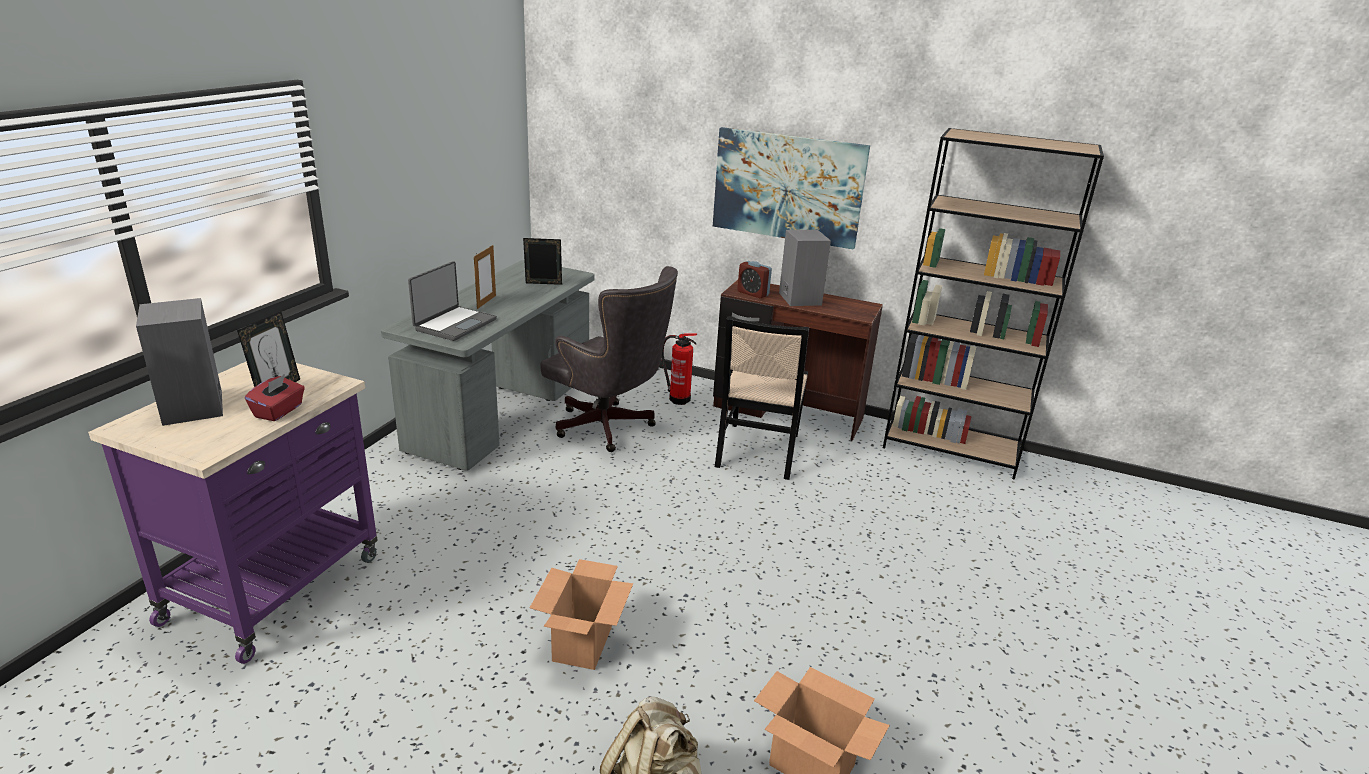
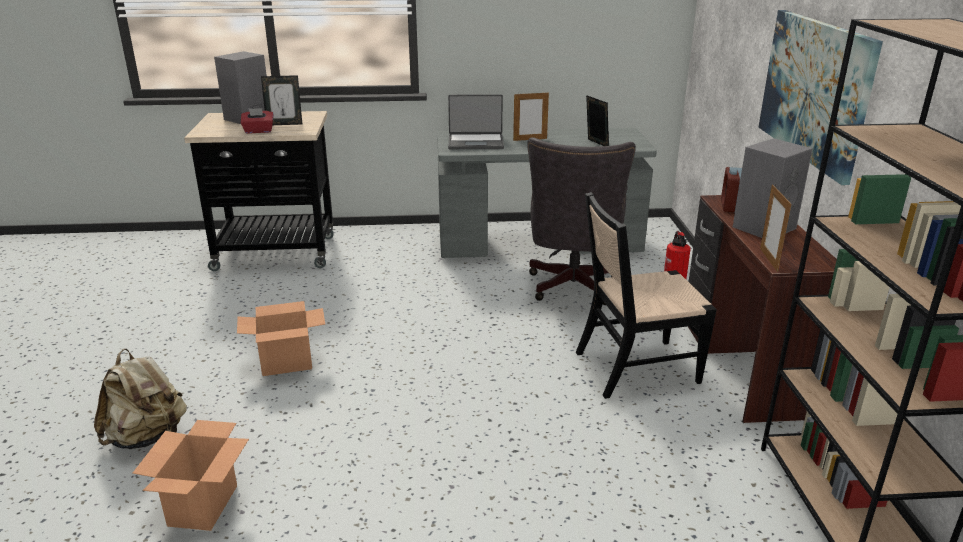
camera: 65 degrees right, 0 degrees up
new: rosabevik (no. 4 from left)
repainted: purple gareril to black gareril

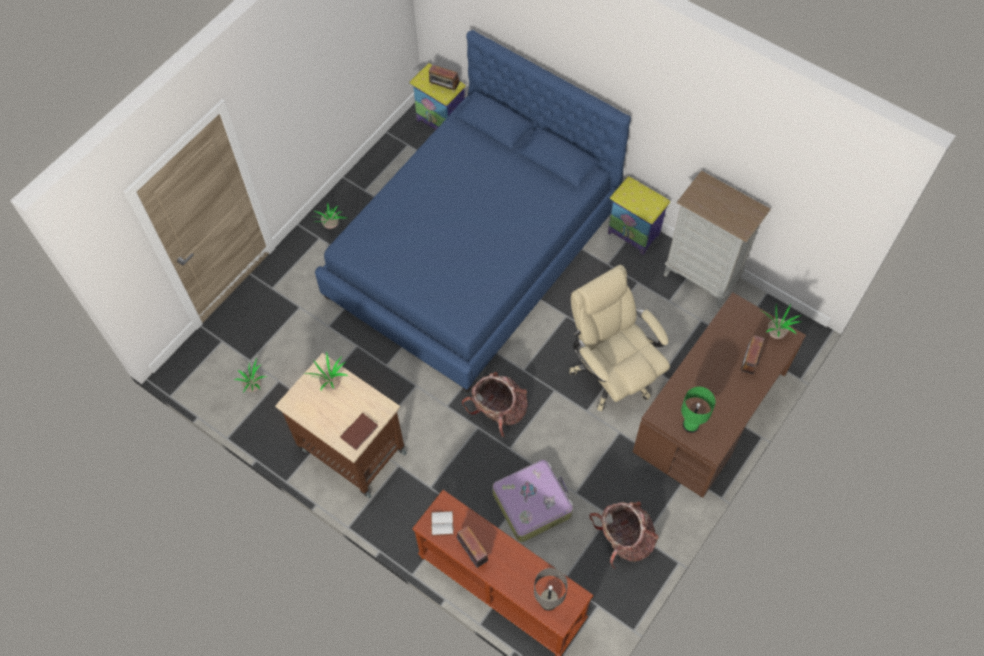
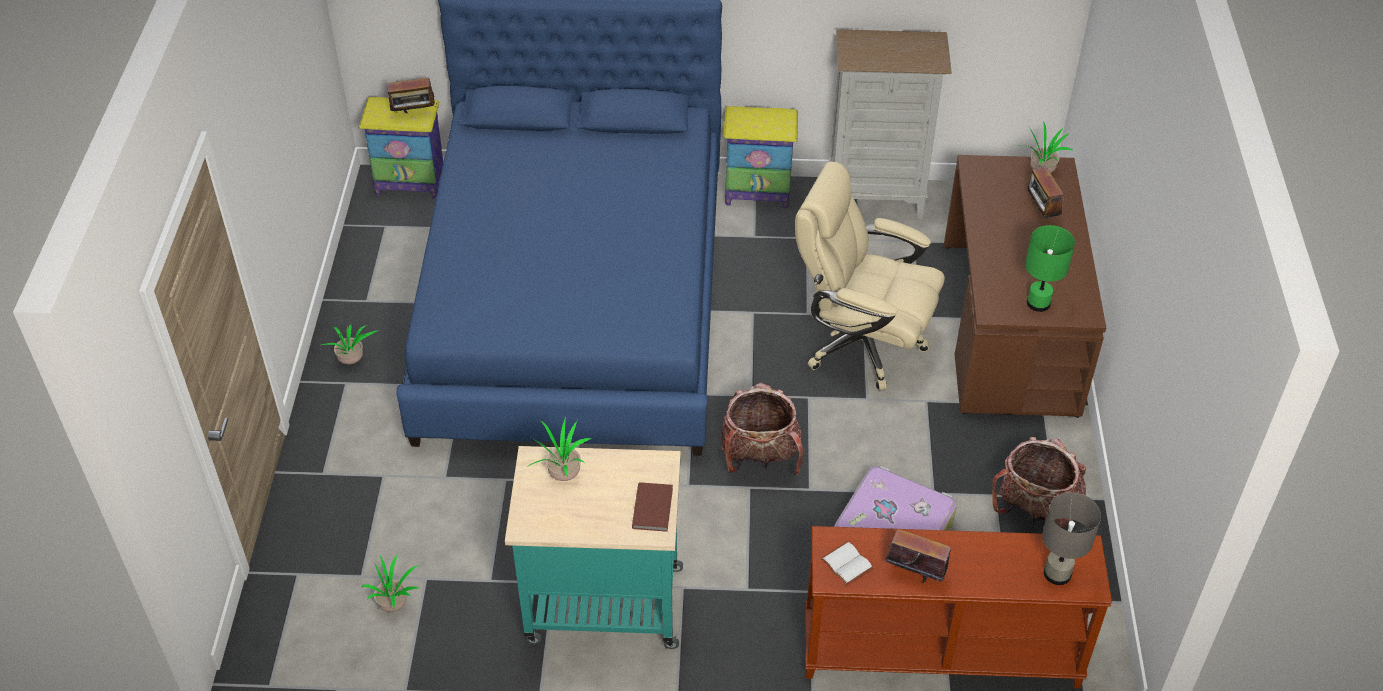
camera: 35 degrees left, 15 degrees down
repainted: brown gareril to turquoise gareril

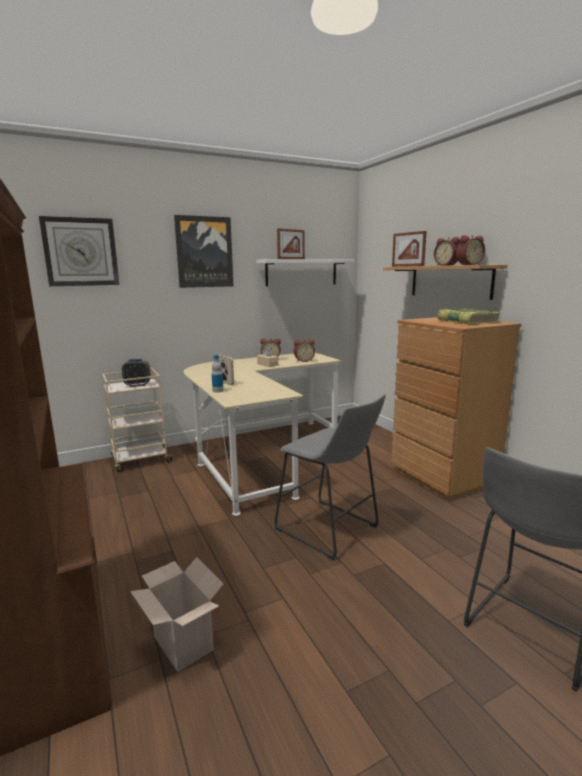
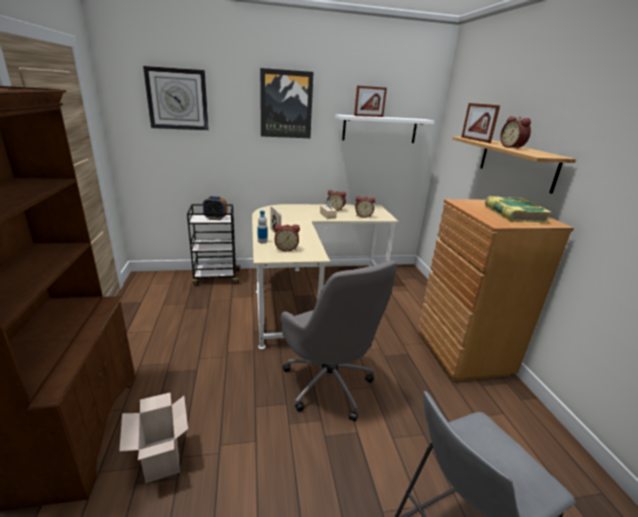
camera: 15 degrees right, 10 degrees up
shifted: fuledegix (no. 5 from left in the first image) to fuledegix (no. 2 from left)
swapped: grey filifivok (no. 1 from left) to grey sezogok
repainted: beige gareril to black gareril

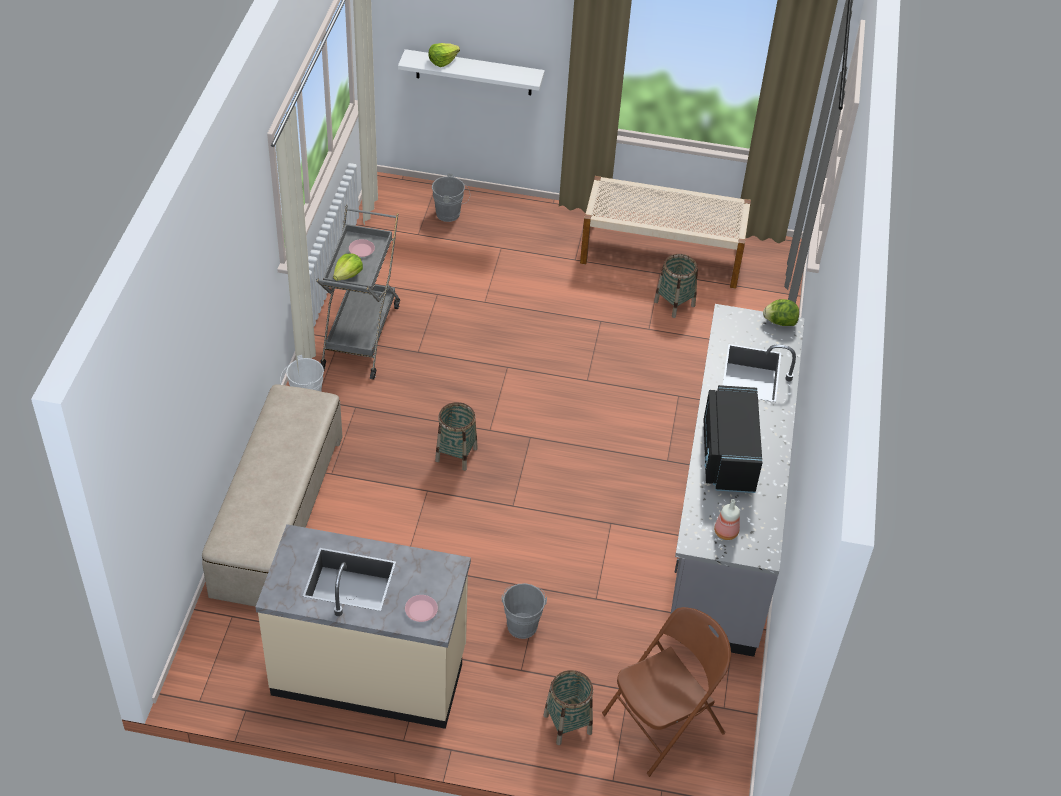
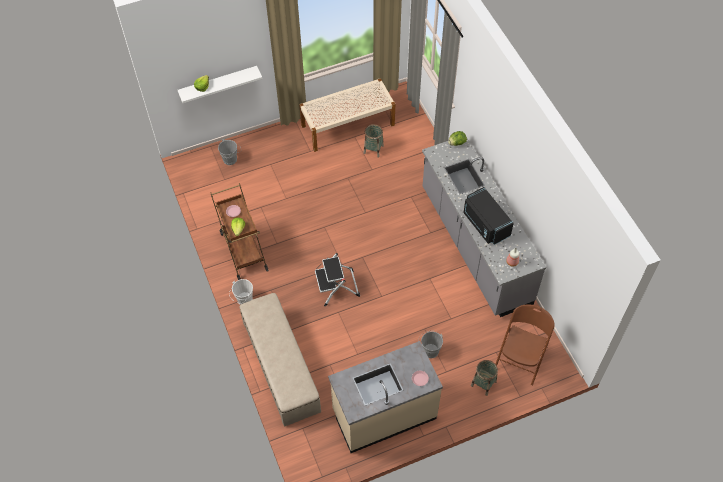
camera: 30 degrees left, 10 degrees up
swapped: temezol (no. 1 from left) to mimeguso
repainted: grey gareril to brown gareril

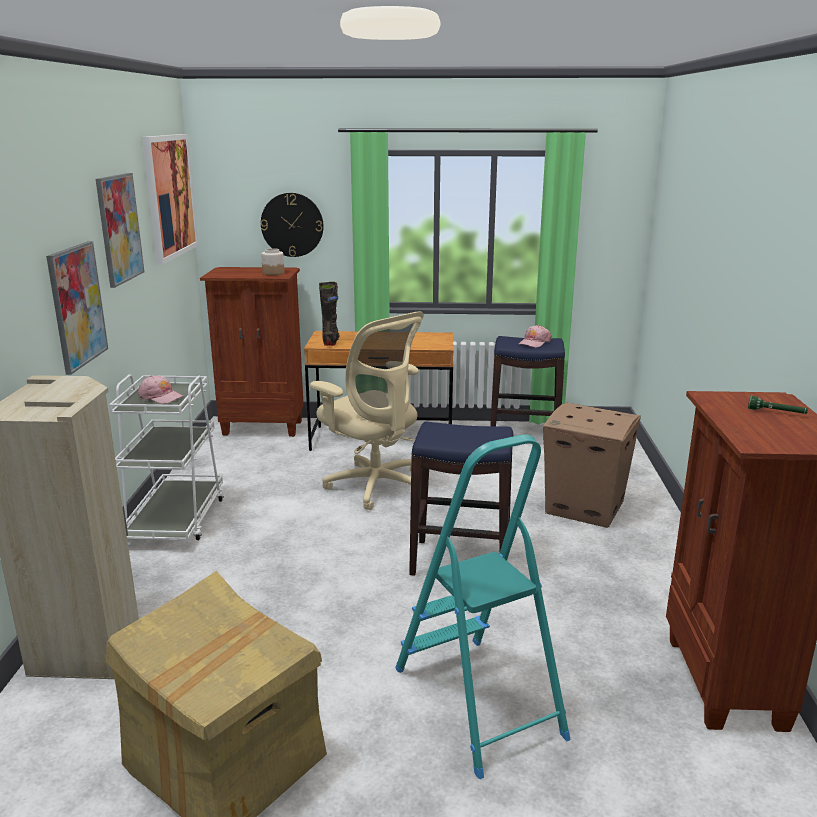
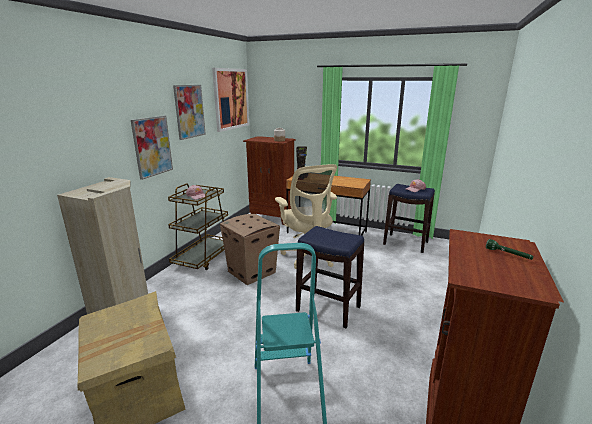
camera: 20 degrees right, 0 degrees up
gone: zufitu
shifted: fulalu (no. 2 from left)
repainted: white gareril to brown gareril

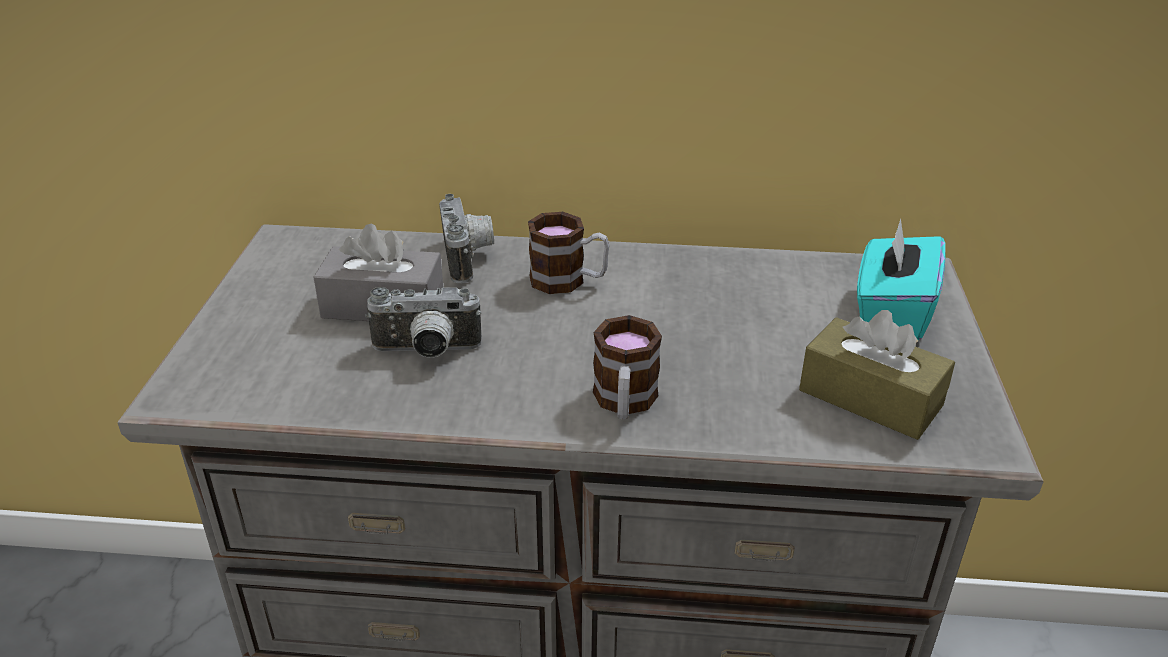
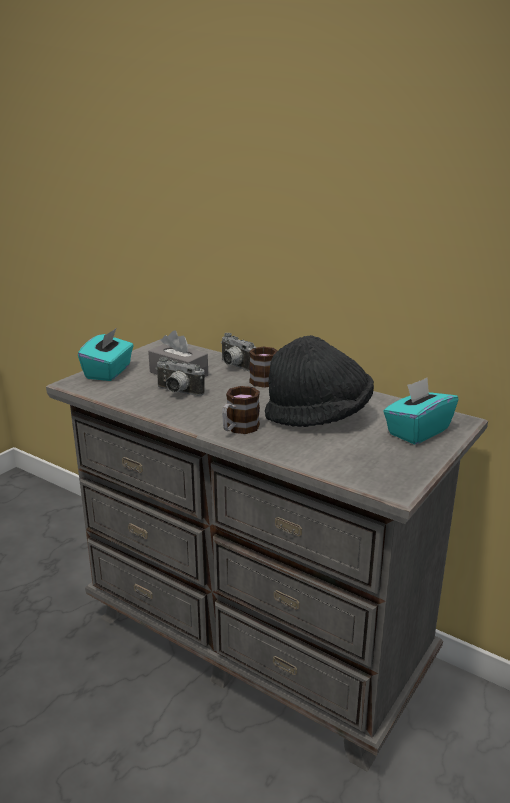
camera: 30 degrees right, 10 degrees down
gone: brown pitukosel
new: turquoise pitukosel (no. 1 from left); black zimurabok
rotated: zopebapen (no. 2 from left) 120 degrees clockwise

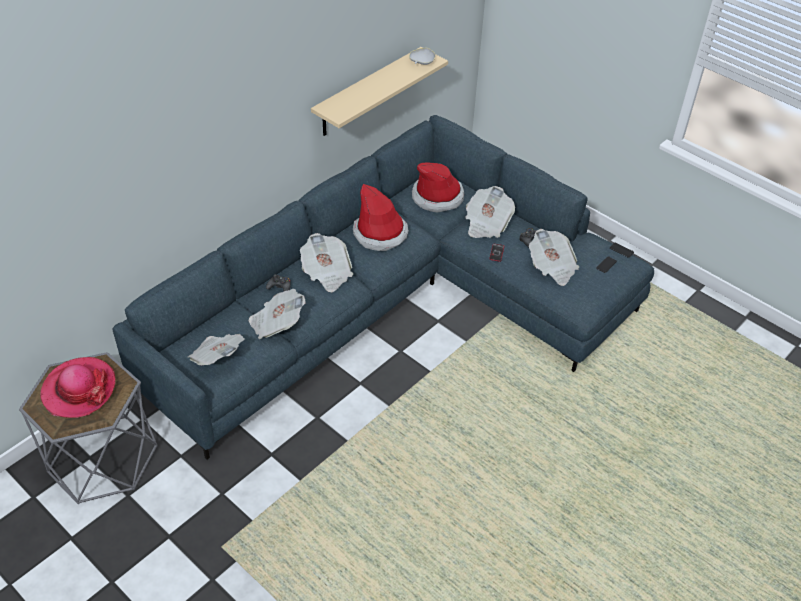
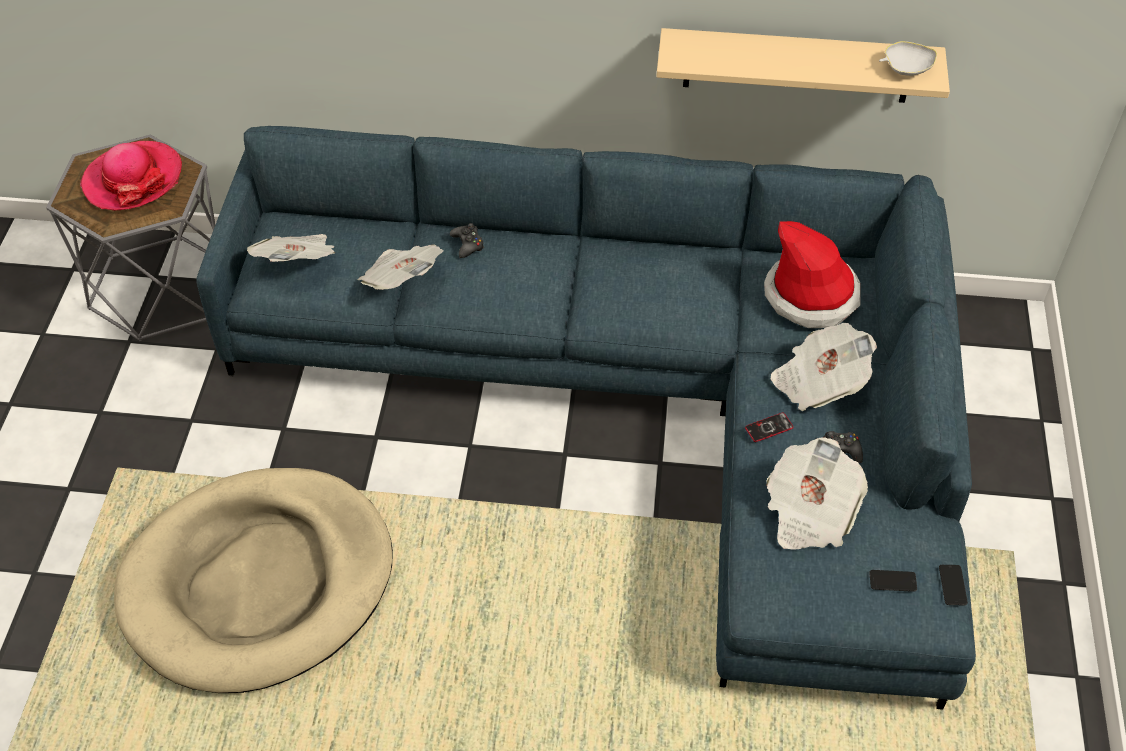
camera: 55 degrees right, 5 degrees up
gone: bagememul (no. 3 from left); zimurabok (no. 2 from left)
new: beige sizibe

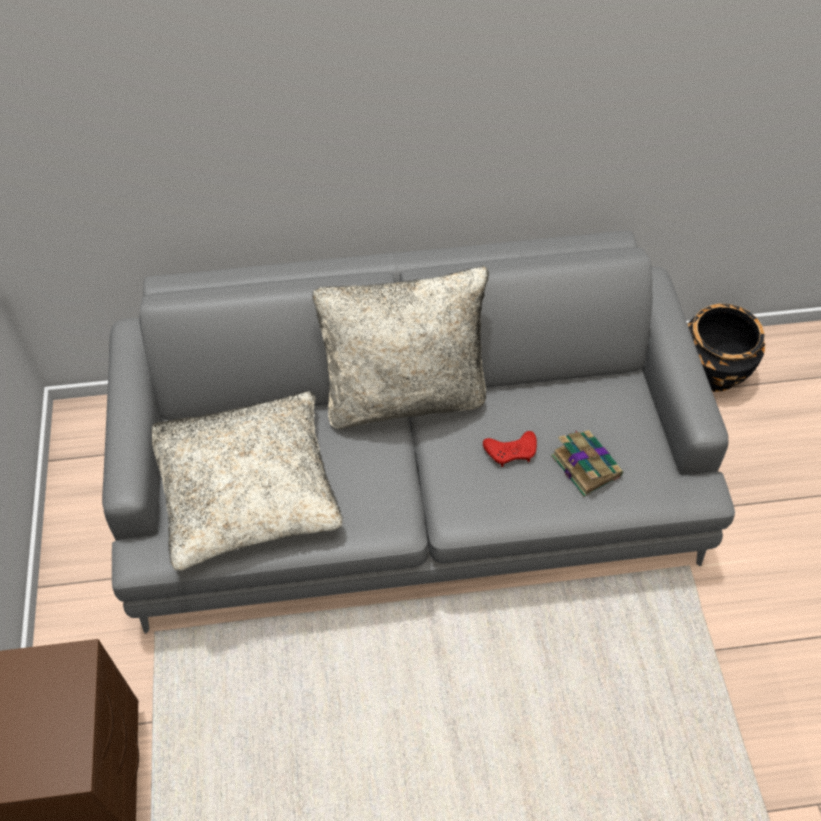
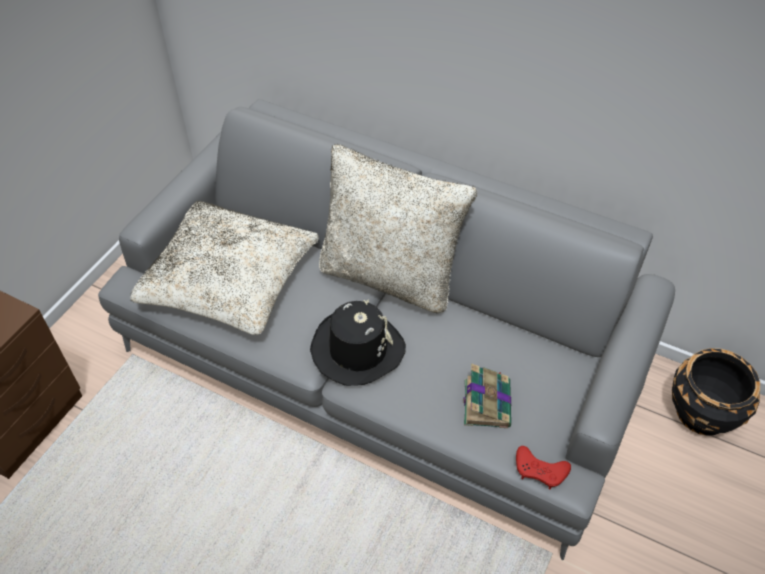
camera: 35 degrees right, 5 degrees down
new: black zimurabok
shifted: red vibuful

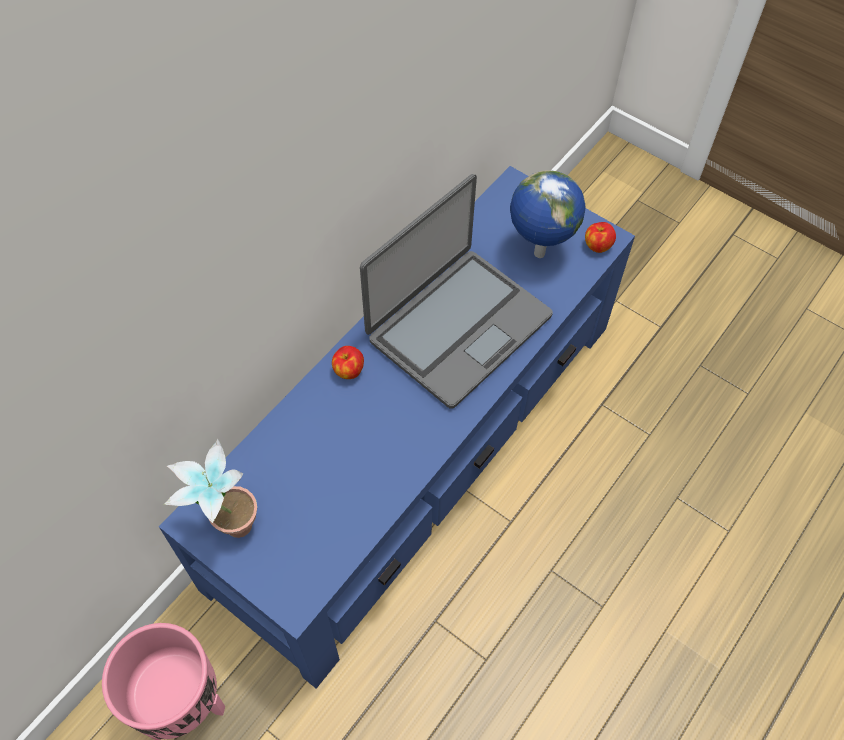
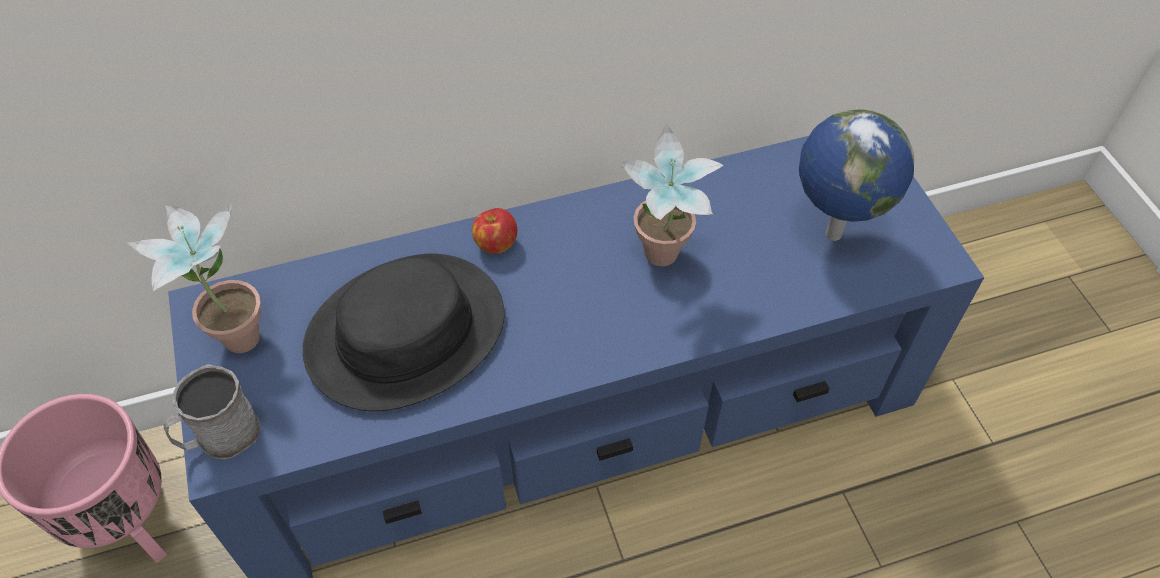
camera: 35 degrees right, 5 degrees down
gone: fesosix (no. 2 from left)
new: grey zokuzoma; black zimurabok
swapped: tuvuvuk to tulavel (no. 2 from left)

